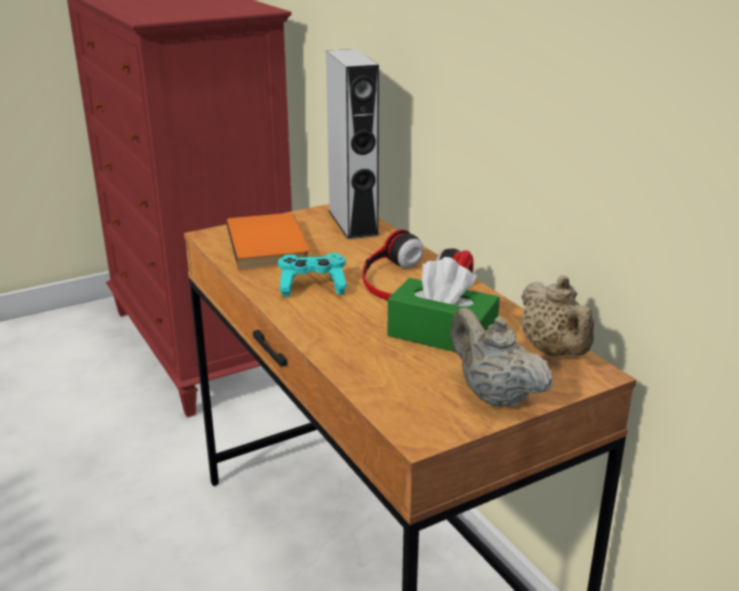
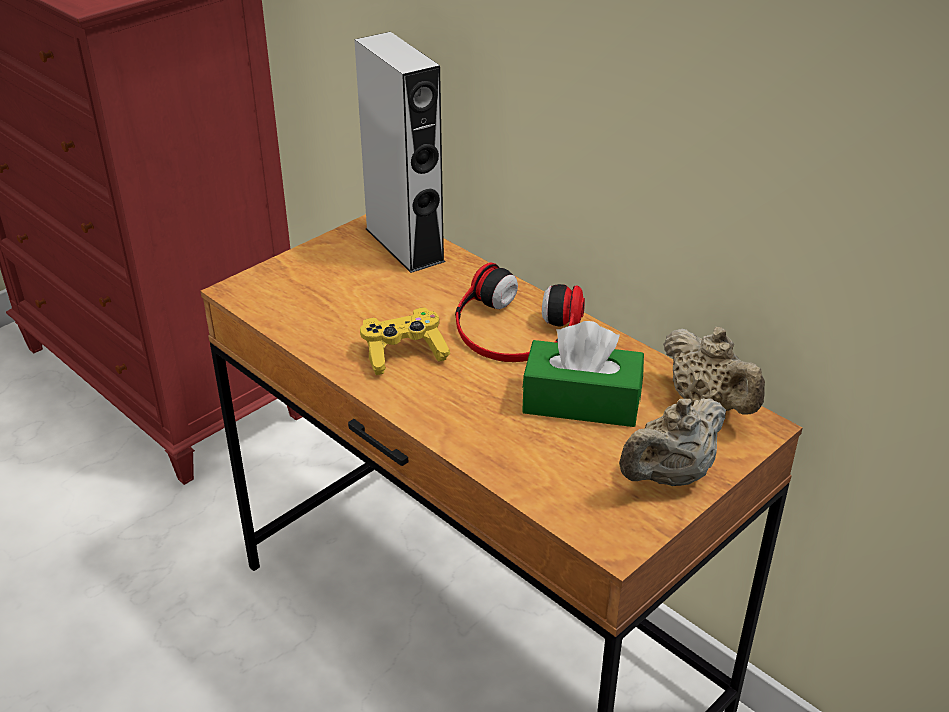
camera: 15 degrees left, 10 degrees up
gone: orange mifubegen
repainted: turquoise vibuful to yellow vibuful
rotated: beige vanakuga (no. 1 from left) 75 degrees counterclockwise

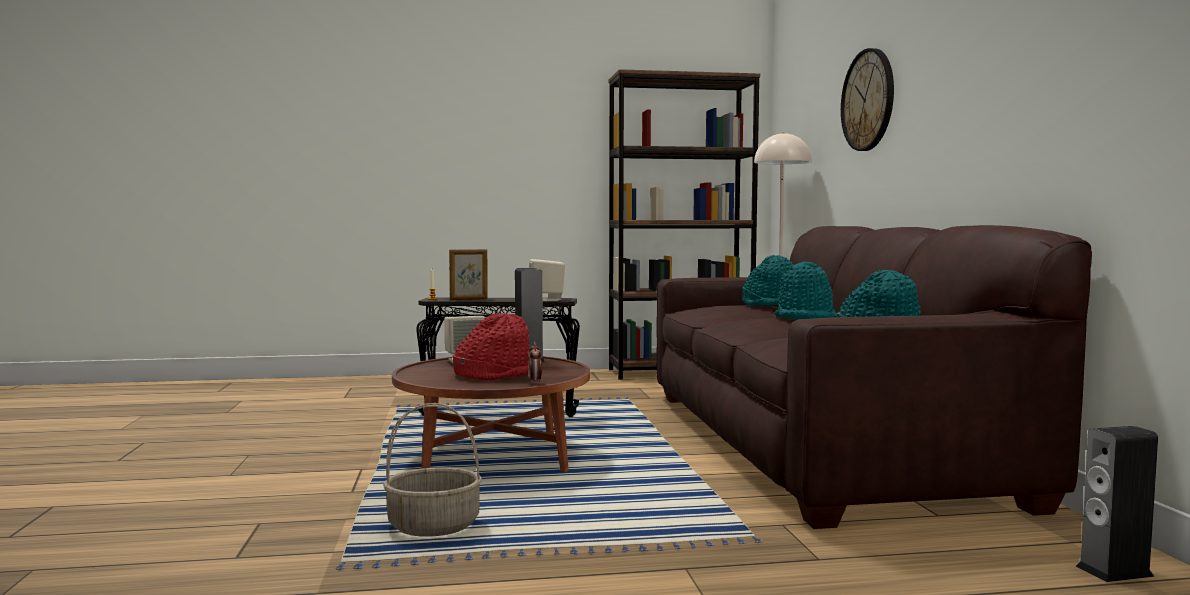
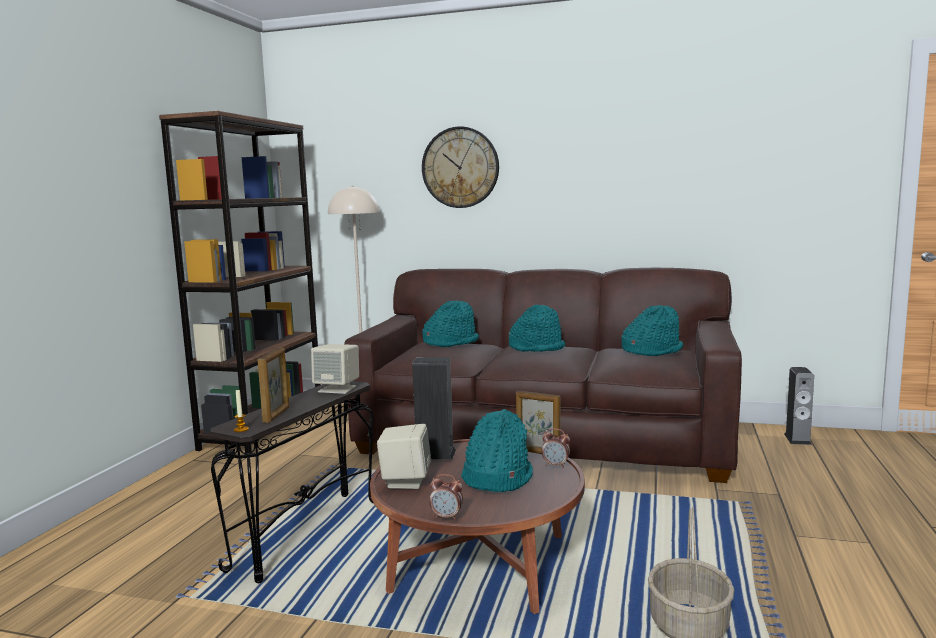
camera: 65 degrees left, 5 degrees up
new: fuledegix (no. 1 from left); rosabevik (no. 2 from left)
repainted: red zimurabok to turquoise zimurabok (no. 2 from left)

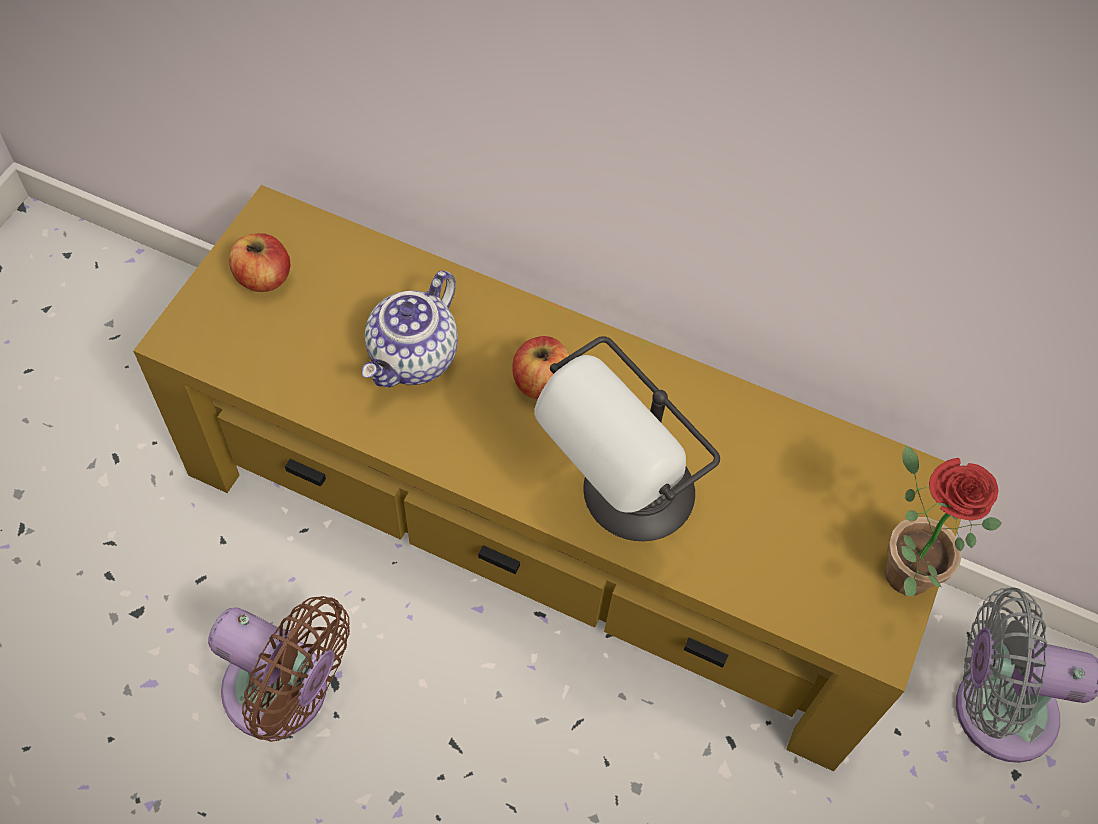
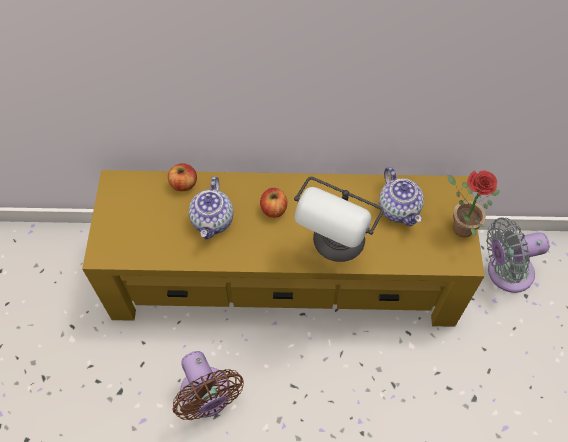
camera: 20 degrees left, 0 degrees up
new: vanakuga (no. 2 from left)
shifted: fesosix (no. 1 from left)
rotated: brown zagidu 60 degrees clockwise

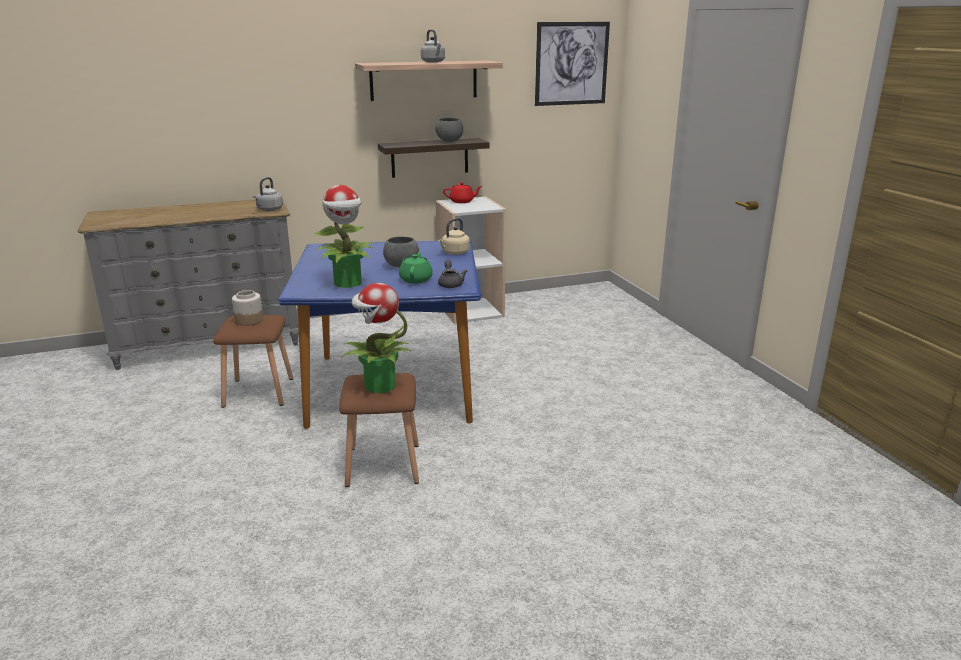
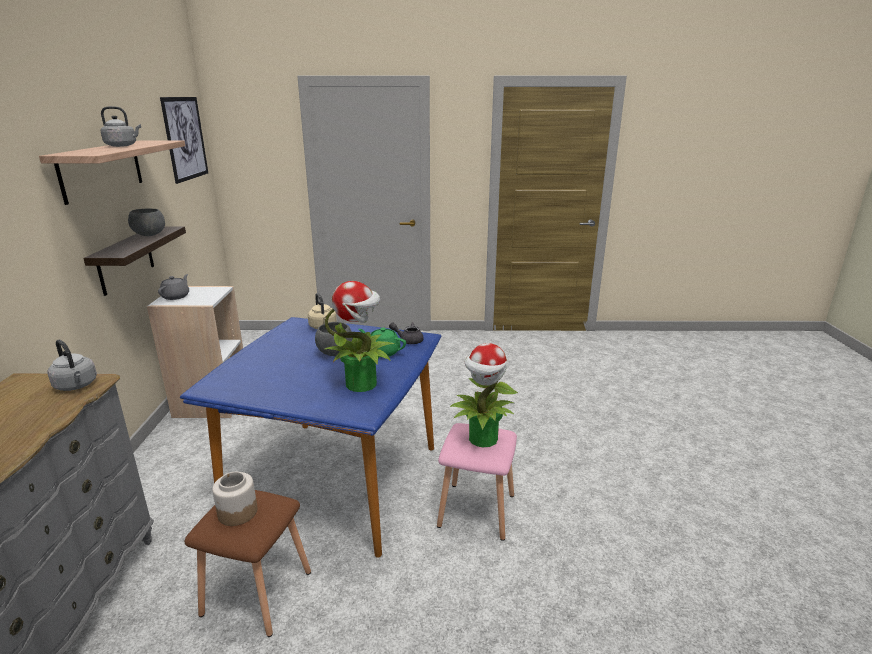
camera: 70 degrees left, 0 degrees up
repainted: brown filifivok (no. 2 from left) to pink filifivok; red vanakuga to grey vanakuga (no. 1 from left)

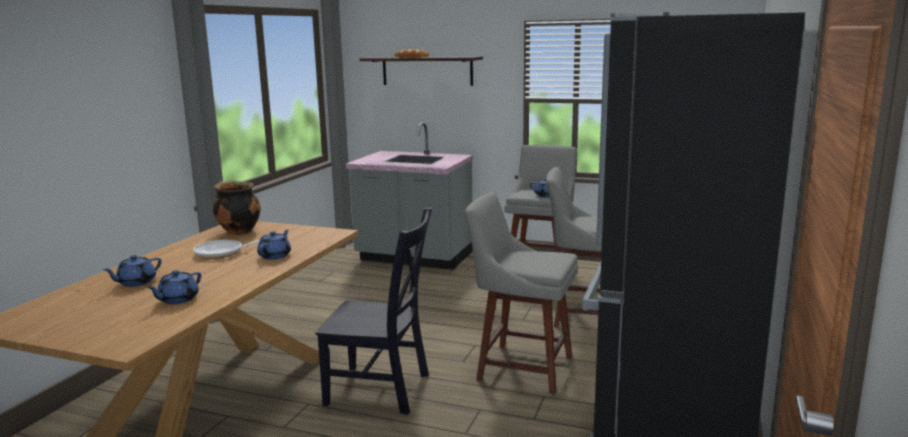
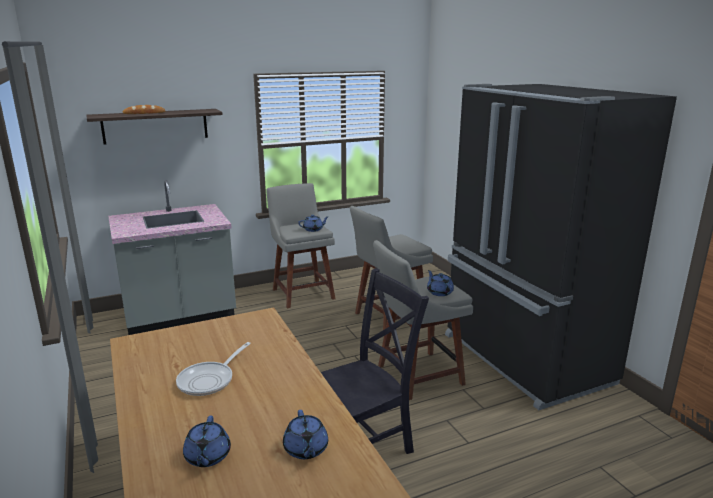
camera: 45 degrees left, 5 degrees up
gone: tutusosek
shifted: blue vanakuga (no. 3 from left in the first image) to blue vanakuga (no. 4 from left)

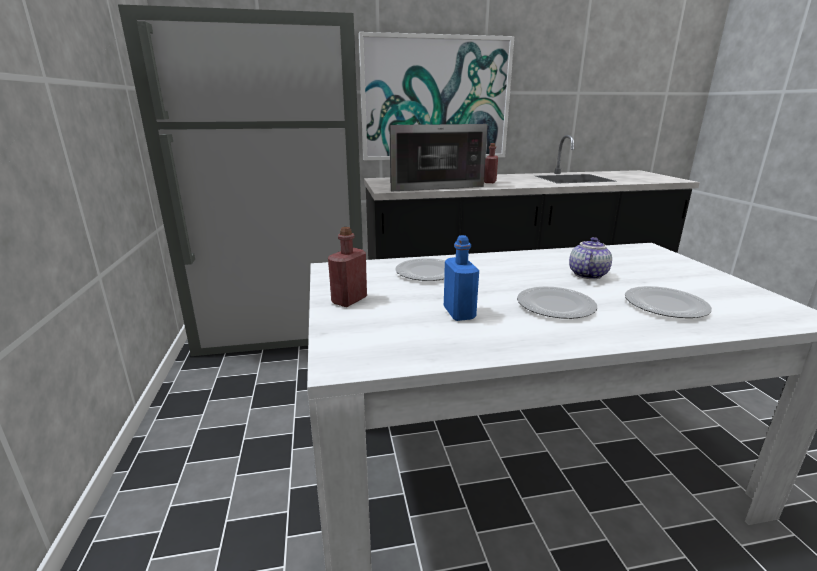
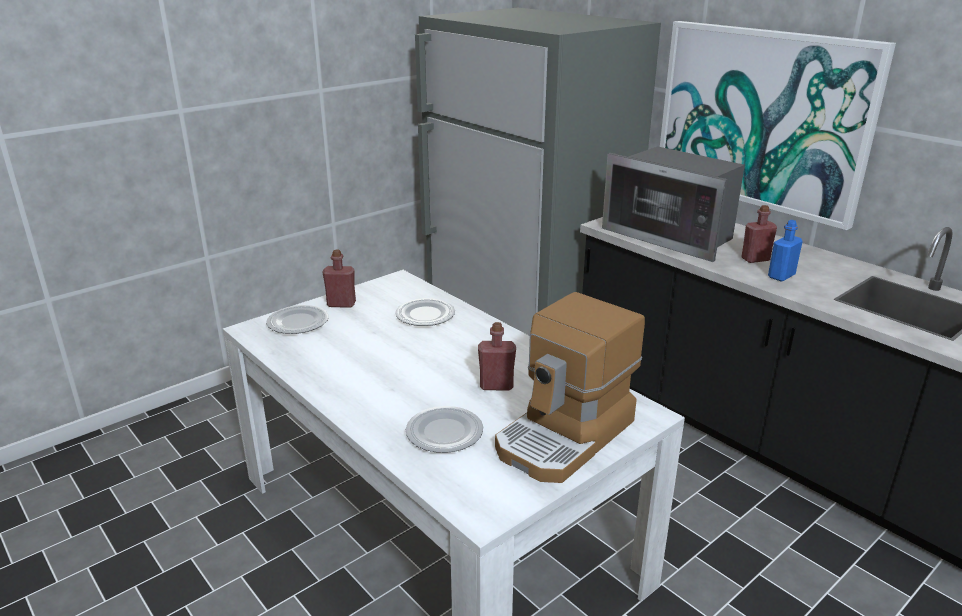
camera: 60 degrees right, 5 degrees up
new: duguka
shifted: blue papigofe; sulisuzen (no. 2 from left in the first image) to sulisuzen (no. 1 from left)
swapped: vanakuga to red papigofe (no. 2 from left)

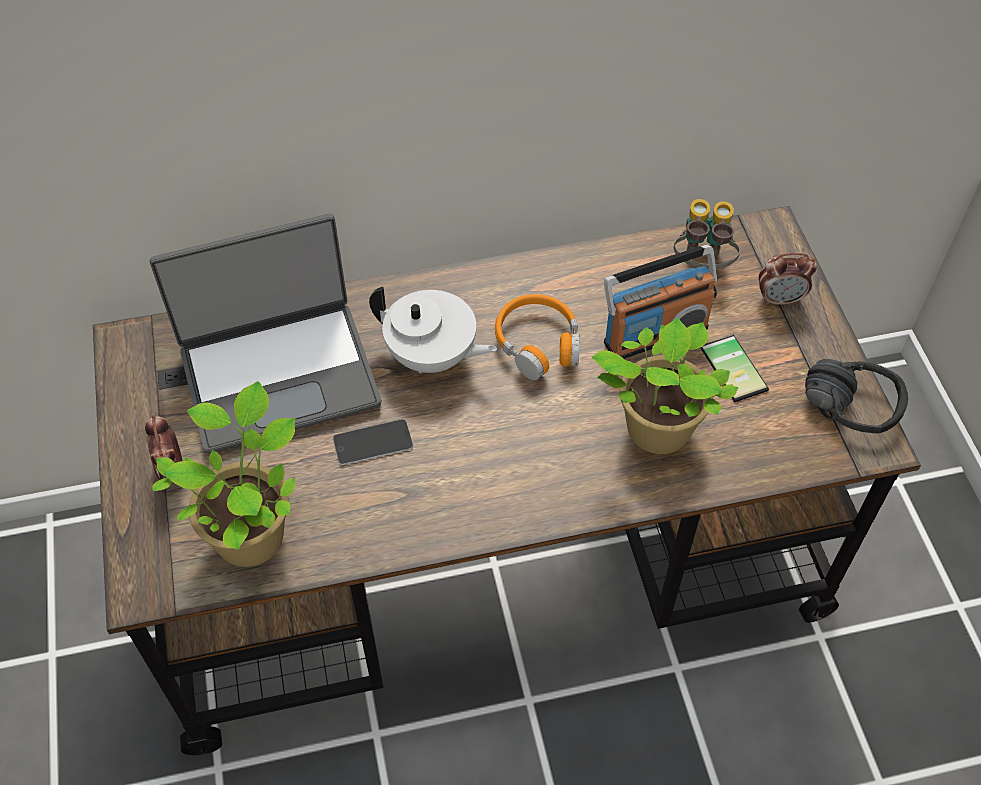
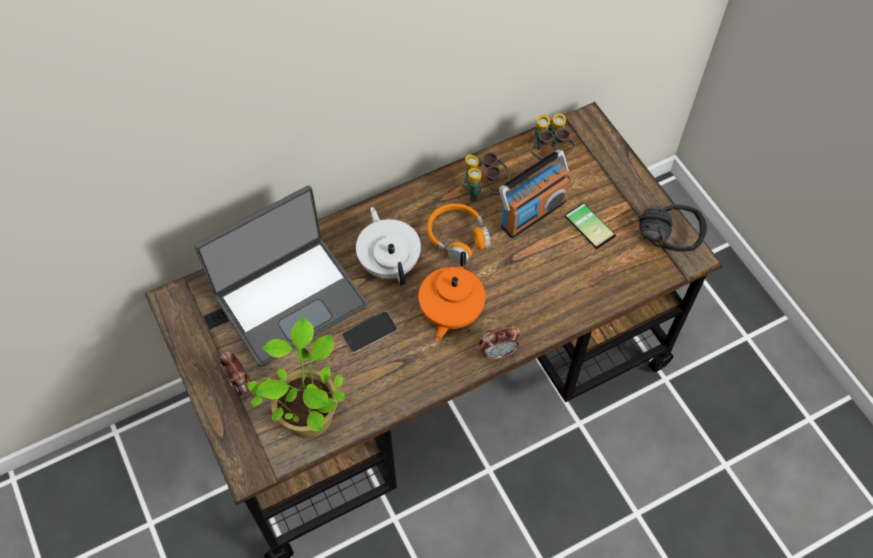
camera: 15 degrees left, 5 degrees up
gone: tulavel (no. 2 from left)
new: orange vanakuga; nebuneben (no. 1 from left)
shifted: fuledegix (no. 2 from left)
rotated: white vanakuga 120 degrees counterclockwise

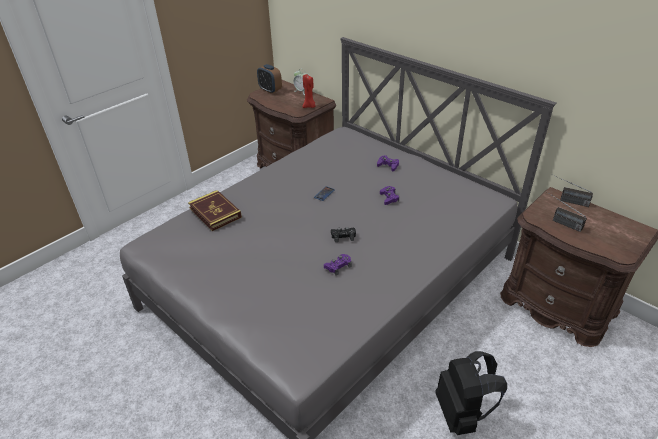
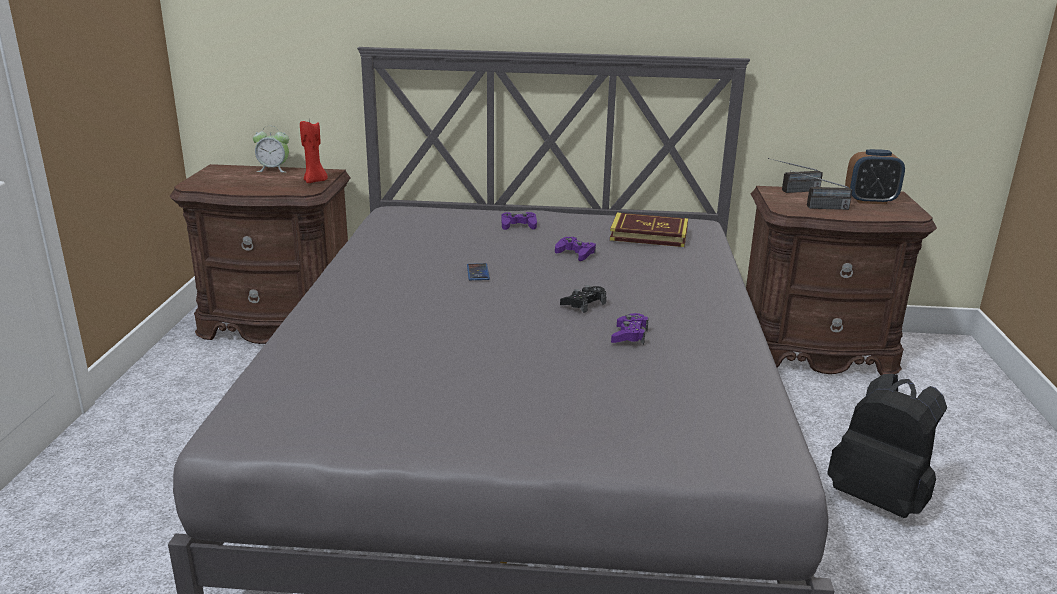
camera: 40 degrees left, 15 degrees down
shifted: mifubegen; fuledegix (no. 1 from left in the first image) to fuledegix (no. 2 from left)

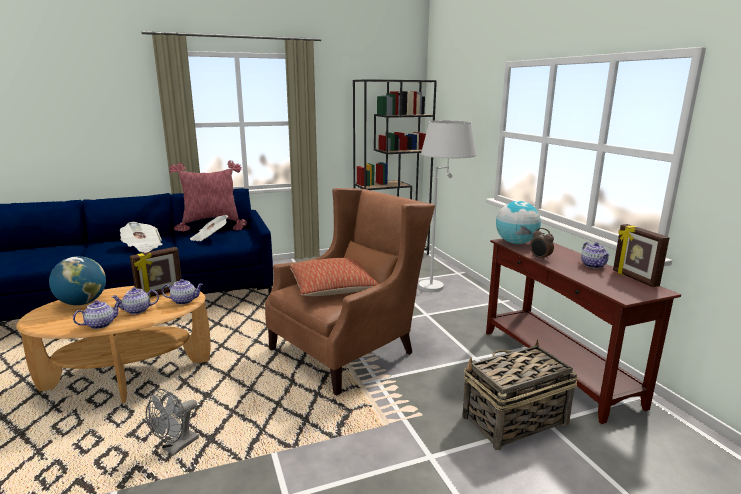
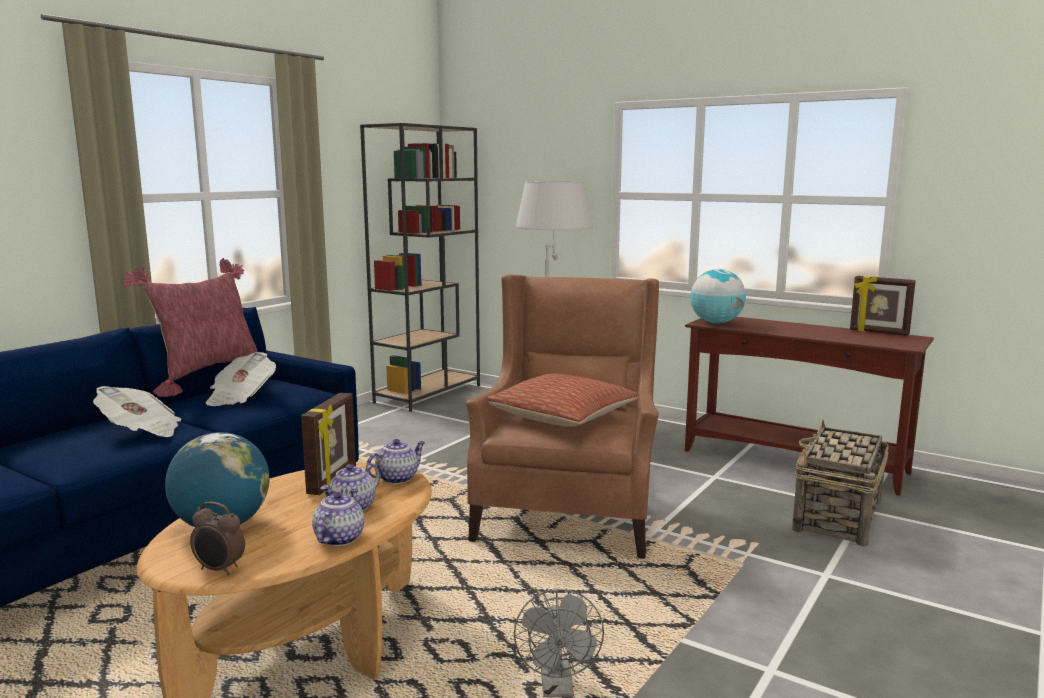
camera: 35 degrees left, 5 degrees down
gone: vanakuga (no. 4 from left)
shifted: fuledegix

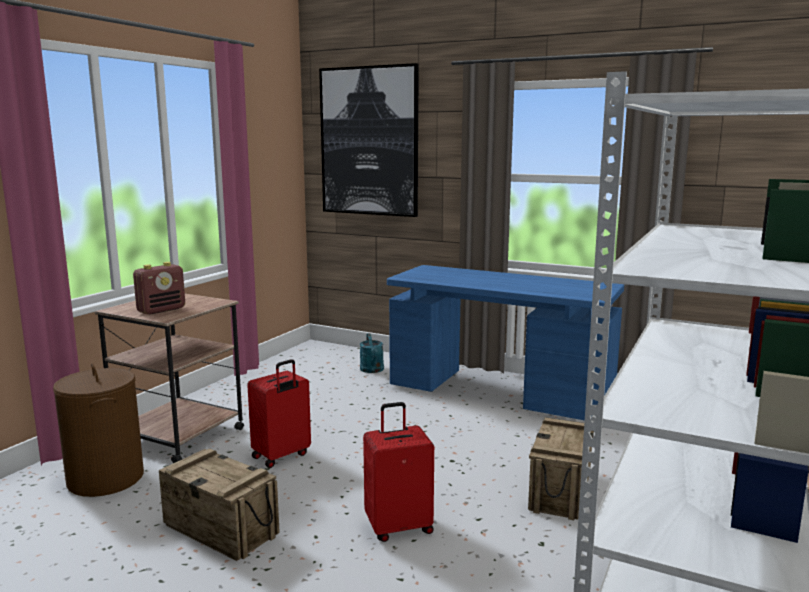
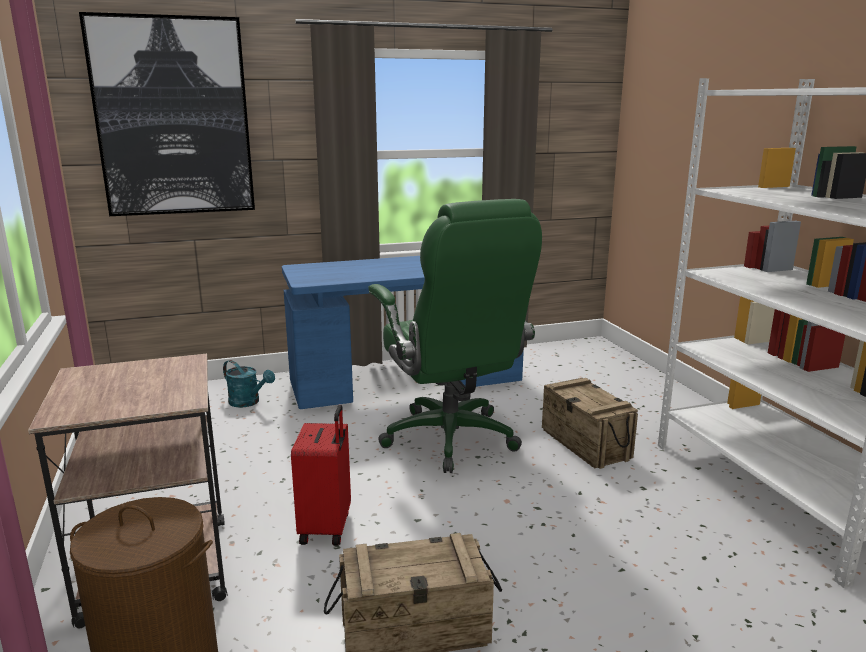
camera: 45 degrees left, 5 degrees up
gone: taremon; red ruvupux (no. 2 from left)
new: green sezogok

